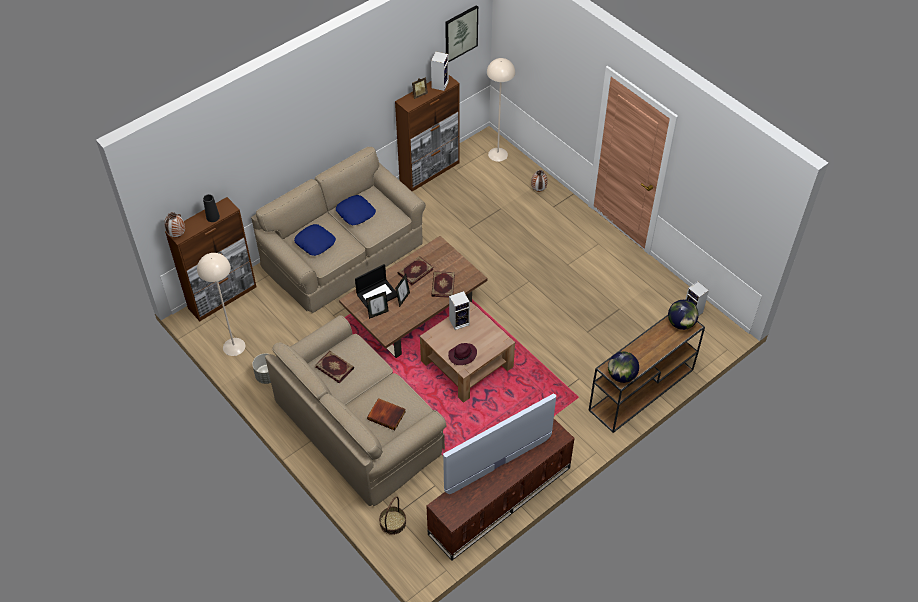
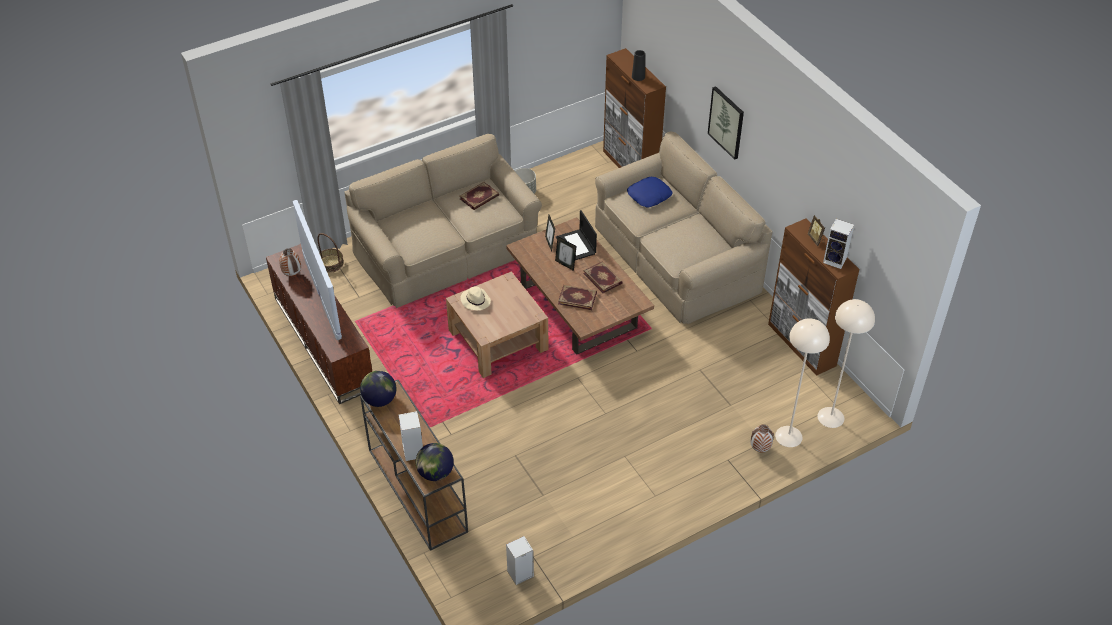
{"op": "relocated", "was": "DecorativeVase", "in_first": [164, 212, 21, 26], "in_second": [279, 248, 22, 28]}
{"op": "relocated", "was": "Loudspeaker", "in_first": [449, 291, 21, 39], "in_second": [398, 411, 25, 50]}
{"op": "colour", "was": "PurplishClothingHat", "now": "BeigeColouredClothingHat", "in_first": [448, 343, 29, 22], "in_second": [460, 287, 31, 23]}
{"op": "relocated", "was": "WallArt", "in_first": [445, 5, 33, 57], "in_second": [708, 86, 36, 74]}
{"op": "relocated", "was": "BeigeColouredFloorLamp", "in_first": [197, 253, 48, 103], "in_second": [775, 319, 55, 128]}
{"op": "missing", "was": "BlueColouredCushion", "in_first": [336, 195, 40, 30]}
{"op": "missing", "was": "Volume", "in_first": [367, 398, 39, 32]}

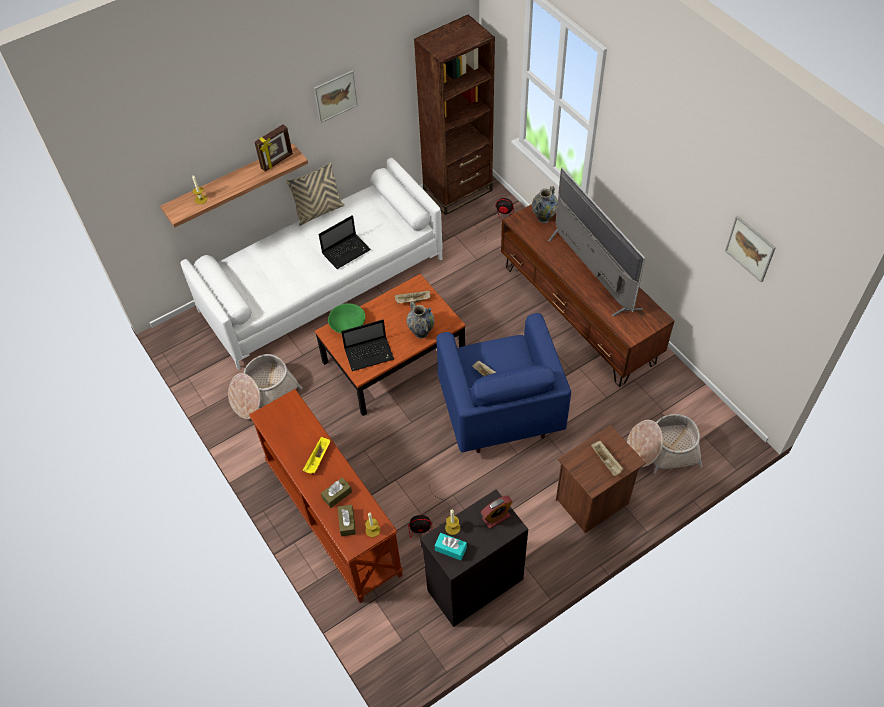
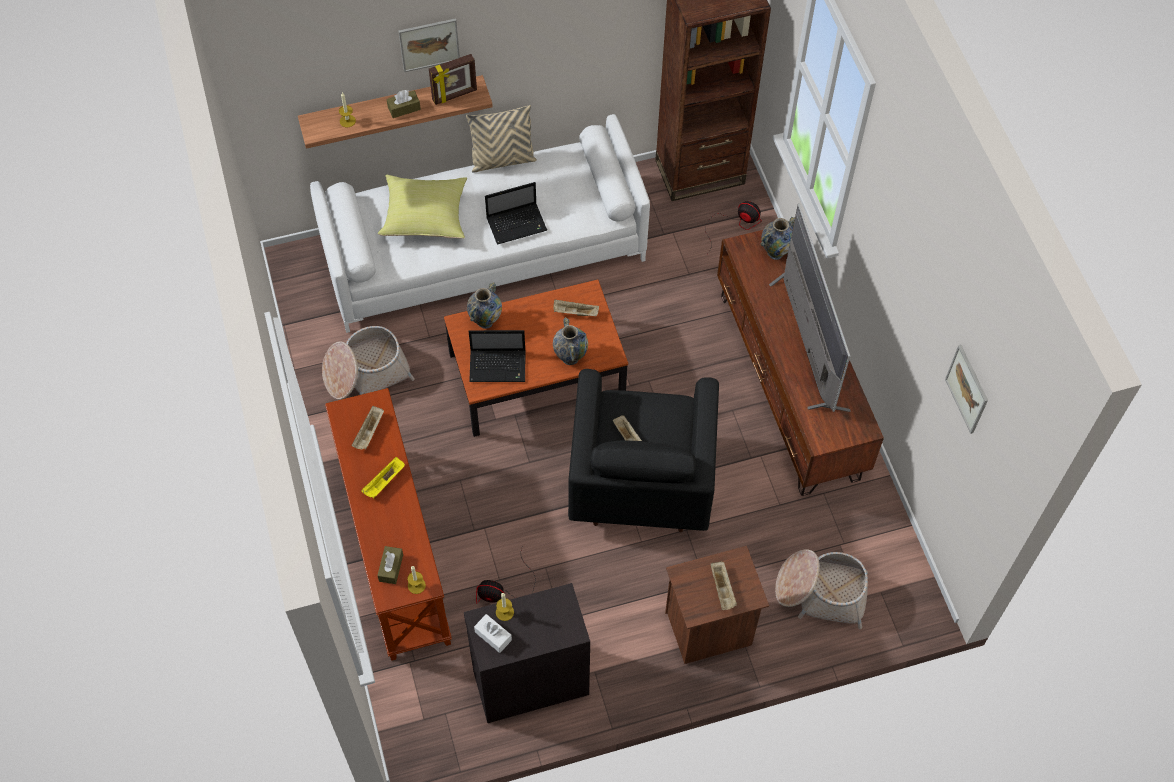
{"op": "appeared", "now": "BeigeColouredTray", "in_second": [352, 406, 32, 43]}
{"op": "appeared", "now": "YellowCushion", "in_second": [378, 175, 89, 64]}
{"op": "relocated", "was": "BrownTissueHolder", "in_first": [321, 477, 31, 31], "in_second": [387, 90, 34, 28]}
{"op": "relocated", "was": "WallArt", "in_first": [314, 70, 44, 53], "in_second": [399, 18, 61, 54]}
{"op": "exchanged", "was": "GreenBowl", "now": "DecorativeVase", "in_first": [328, 303, 37, 31], "in_second": [467, 282, 35, 47]}
{"op": "colour", "was": "TurquoiseColouredTissueHolder", "now": "WhitishTissueHolder", "in_first": [435, 533, 32, 27], "in_second": [474, 614, 38, 39]}
{"op": "colour", "was": "BlueColouredLoungeChair", "now": "BlackishLoungeChair", "in_first": [436, 313, 135, 140], "in_second": [568, 369, 151, 163]}
{"op": "missing", "was": "BedsideClock", "in_first": [481, 496, 32, 33]}

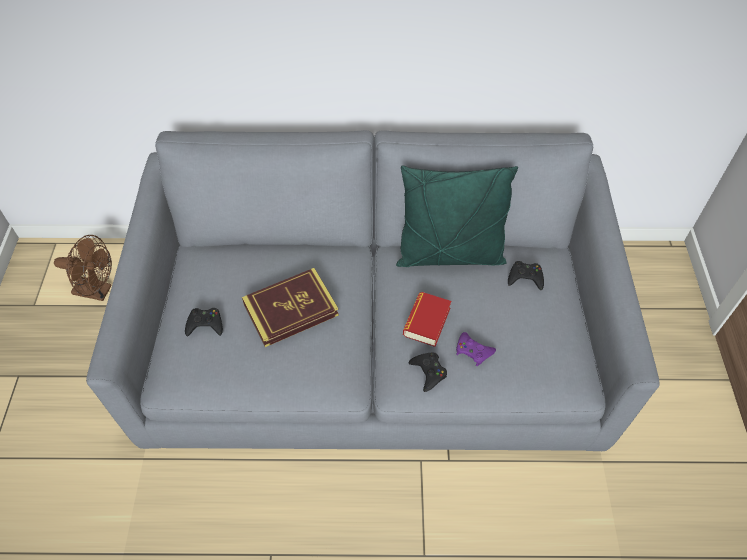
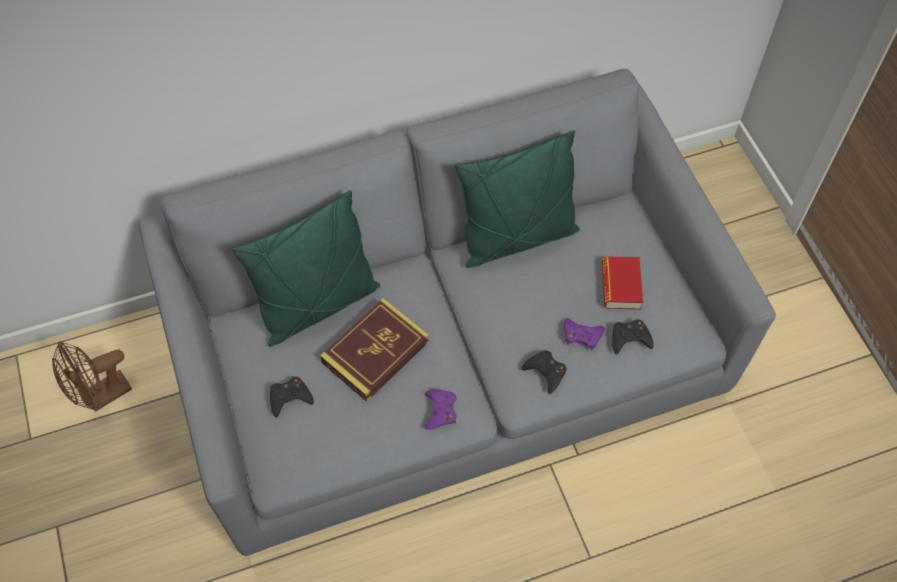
{"op": "spun", "was": "BrownFan", "in_first": [54, 235, 58, 66], "in_second": [52, 342, 80, 70], "clockwise": 150}
{"op": "appeared", "now": "GreenCushion", "in_second": [232, 190, 148, 157]}
{"op": "appeared", "now": "PurplishJoypad", "in_second": [424, 389, 33, 41]}
{"op": "relocated", "was": "Volume", "in_first": [403, 292, 48, 55], "in_second": [602, 256, 41, 53]}
{"op": "relocated", "was": "BlackishJoypad", "in_first": [508, 261, 36, 29], "in_second": [612, 319, 41, 35]}

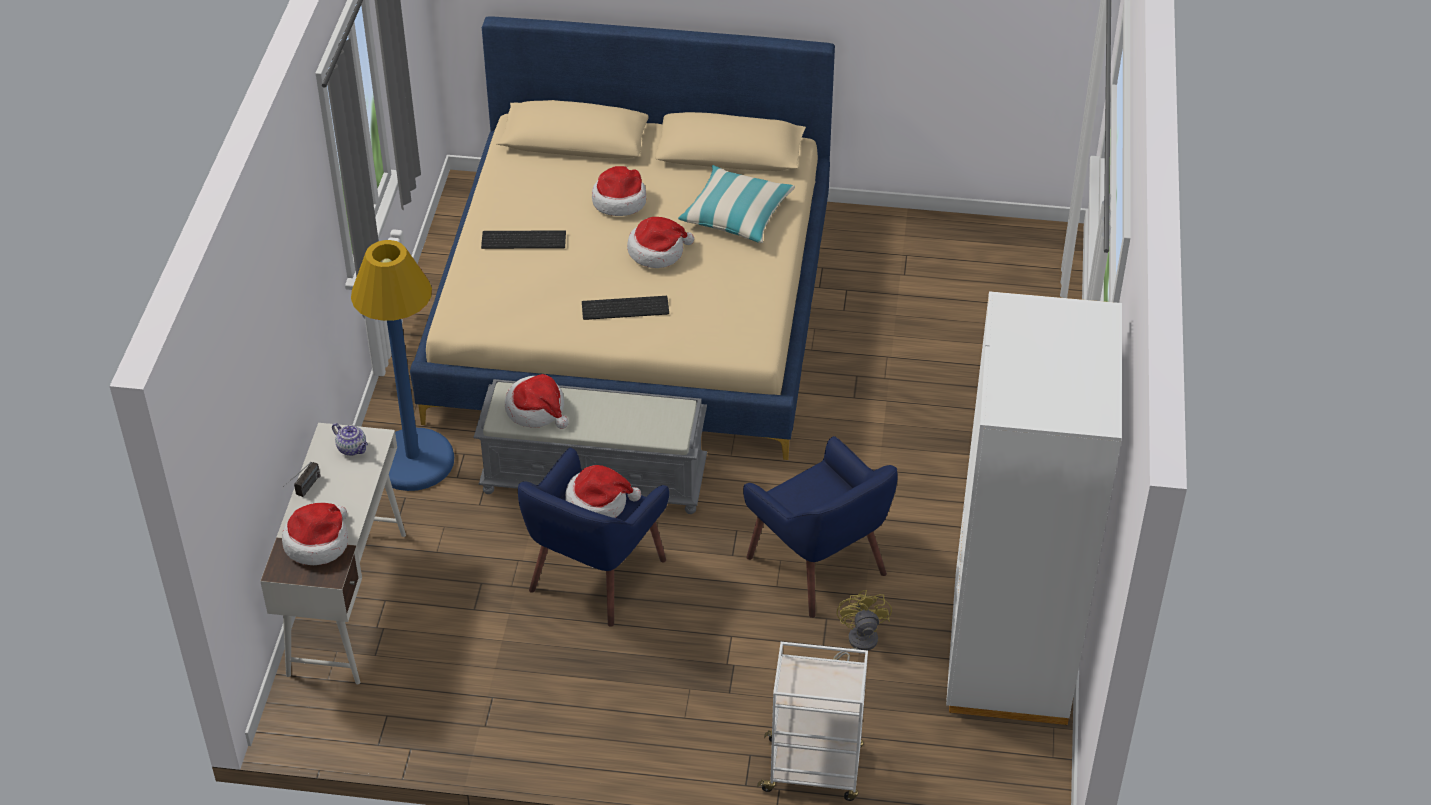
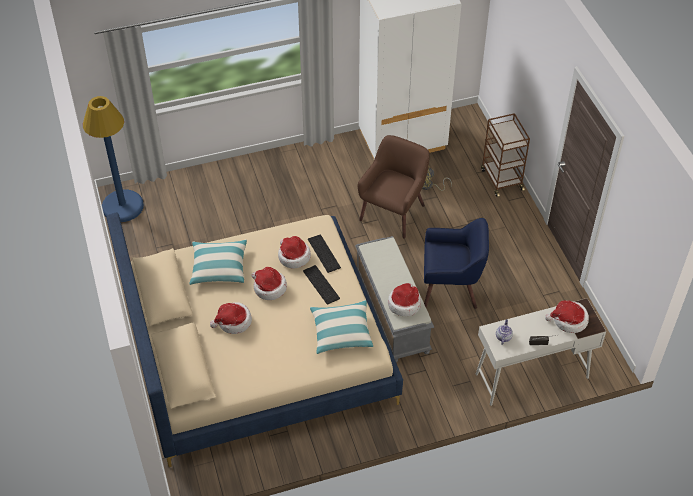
{"op": "relocated", "was": "BlueColouredFloorLamp", "in_first": [351, 240, 103, 251], "in_second": [83, 96, 61, 126]}
{"op": "relocated", "was": "ClothingHat", "in_first": [565, 465, 76, 53], "in_second": [278, 236, 33, 33]}
{"op": "relocated", "was": "PcKeyboard", "in_first": [481, 230, 85, 19], "in_second": [308, 234, 33, 39]}
{"op": "appeared", "now": "Cushion", "in_second": [310, 300, 63, 54]}
{"op": "colour", "was": "BlueColouredLoungeChair", "now": "BrownLoungeChair", "in_first": [743, 436, 155, 182], "in_second": [358, 135, 72, 104]}
{"op": "colour", "was": "WhitishWheeledCart", "now": "BrownWheeledCart", "in_first": [757, 642, 111, 159], "in_second": [481, 113, 49, 84]}

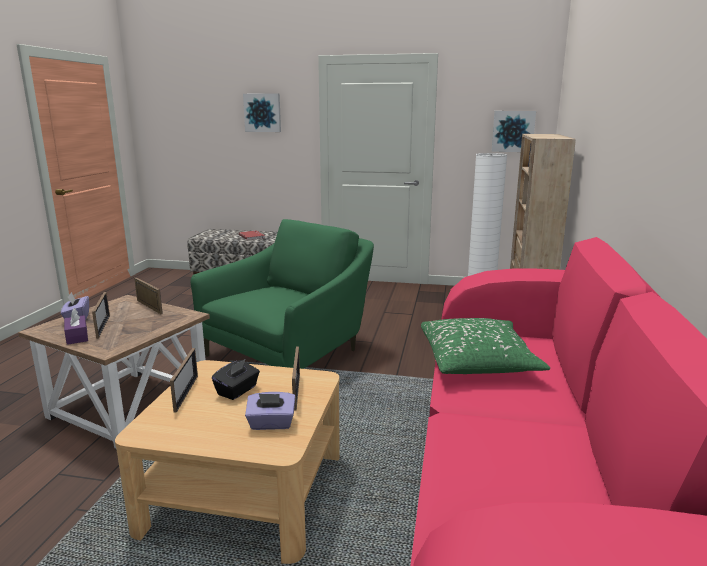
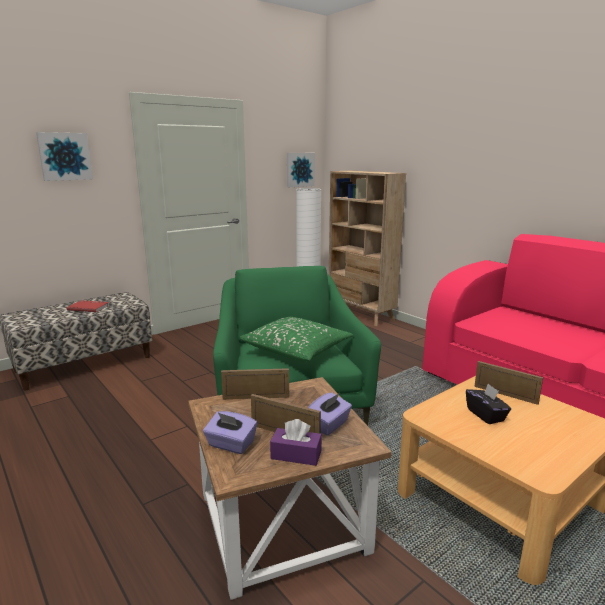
{"op": "relocated", "was": "GreenCushion", "in_first": [421, 318, 129, 56], "in_second": [240, 317, 113, 45]}
{"op": "relocated", "was": "PurplishTissueHolder", "in_first": [245, 392, 50, 38], "in_second": [308, 392, 44, 44]}
{"op": "missing", "was": "StandingFrame", "in_first": [170, 348, 28, 65]}

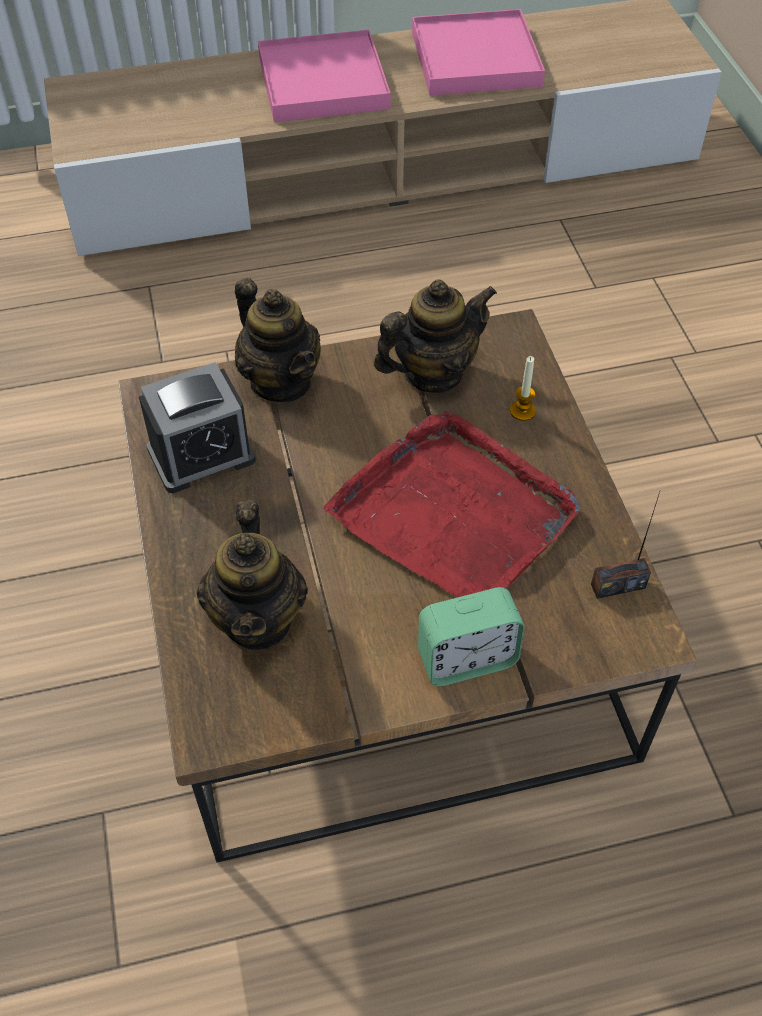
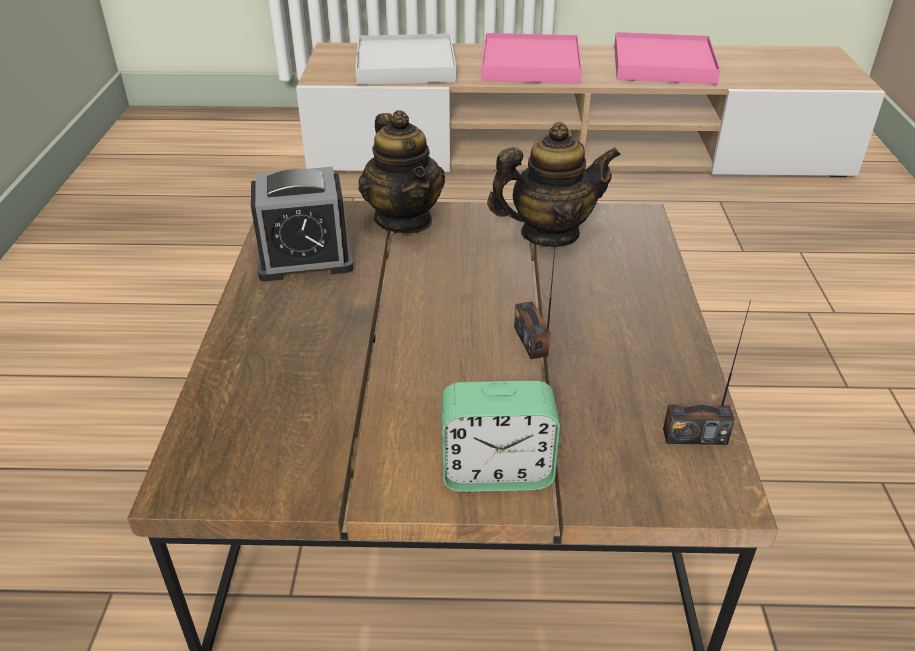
{"op": "appeared", "now": "WhitishTray", "in_second": [355, 34, 101, 51]}
{"op": "exchanged", "was": "RedTray", "now": "Radio", "in_first": [324, 411, 256, 187], "in_second": [514, 228, 43, 131]}
{"op": "missing", "was": "PotForTea", "in_first": [197, 500, 111, 150]}
{"op": "missing", "was": "Candle", "in_first": [510, 356, 26, 65]}

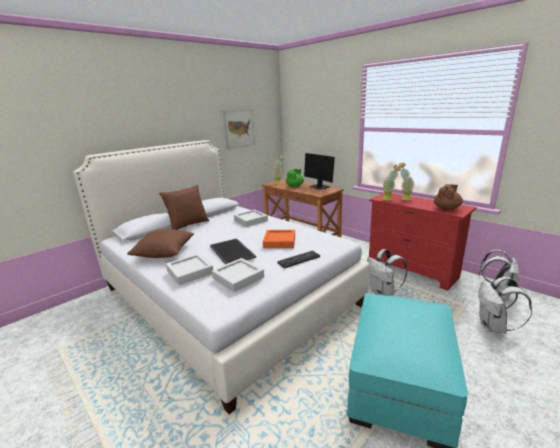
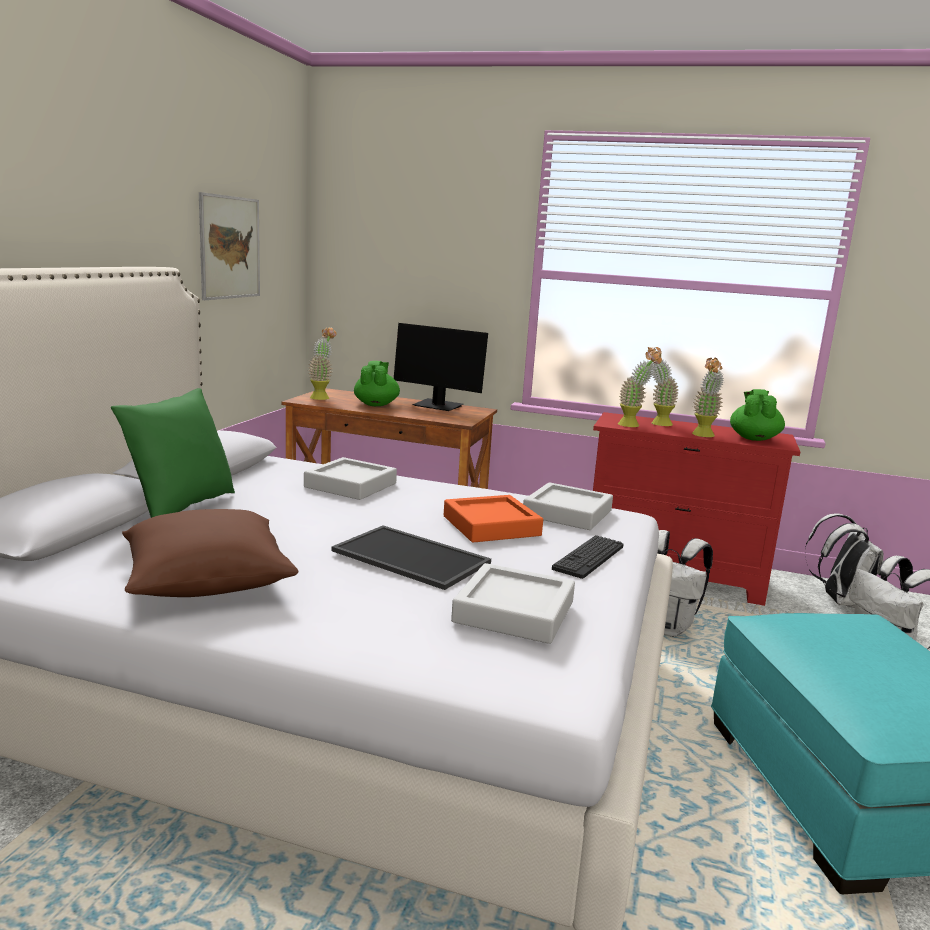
{"op": "colour", "was": "BrownCushion", "now": "GreenCushion", "in_first": [159, 185, 50, 45], "in_second": [111, 388, 124, 130]}
{"op": "relocated", "was": "GreyishTray", "in_first": [166, 254, 47, 31], "in_second": [523, 482, 90, 48]}
{"op": "appeared", "now": "Houseplant", "in_second": [692, 358, 32, 79]}
{"op": "colour", "was": "BrownPotForTea", "now": "GreenPotForTea", "in_first": [434, 184, 29, 26], "in_second": [730, 389, 55, 52]}

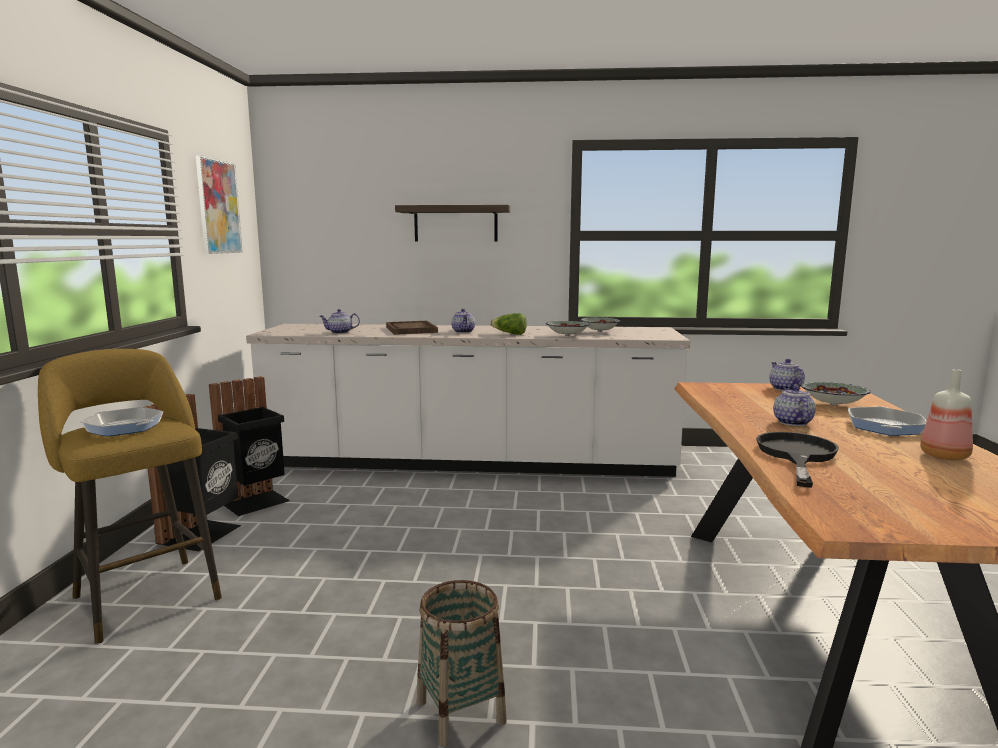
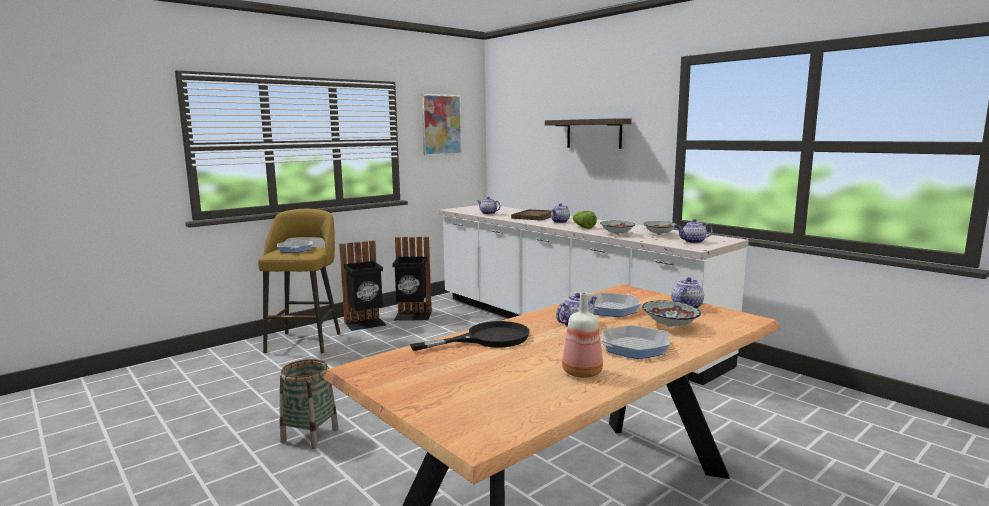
{"op": "appeared", "now": "Skillet", "in_second": [588, 293, 53, 24]}
{"op": "appeared", "now": "PotForTea", "in_second": [676, 219, 37, 24]}

